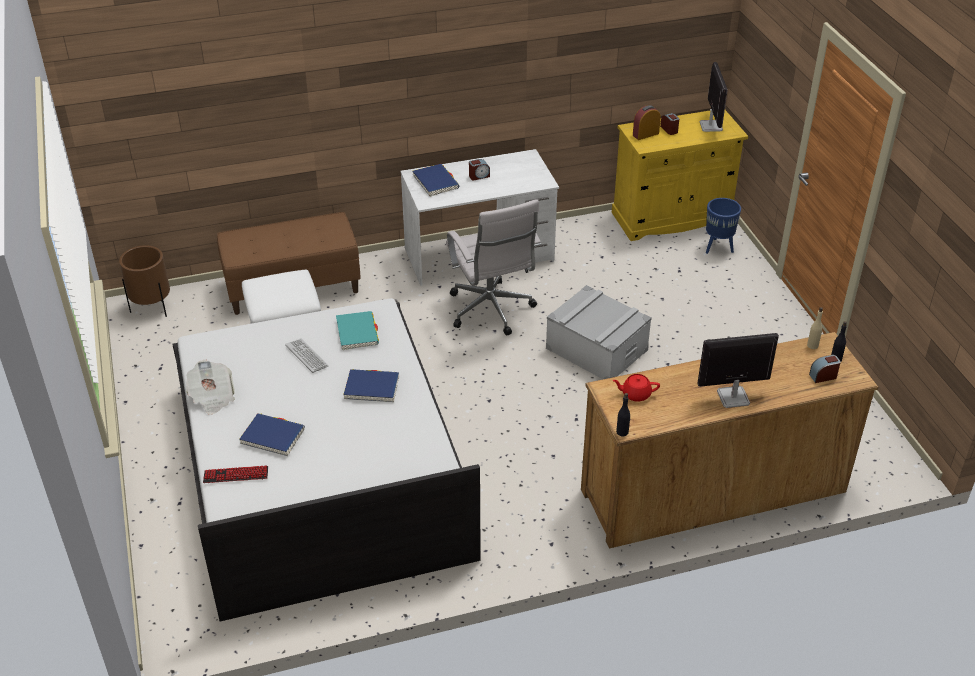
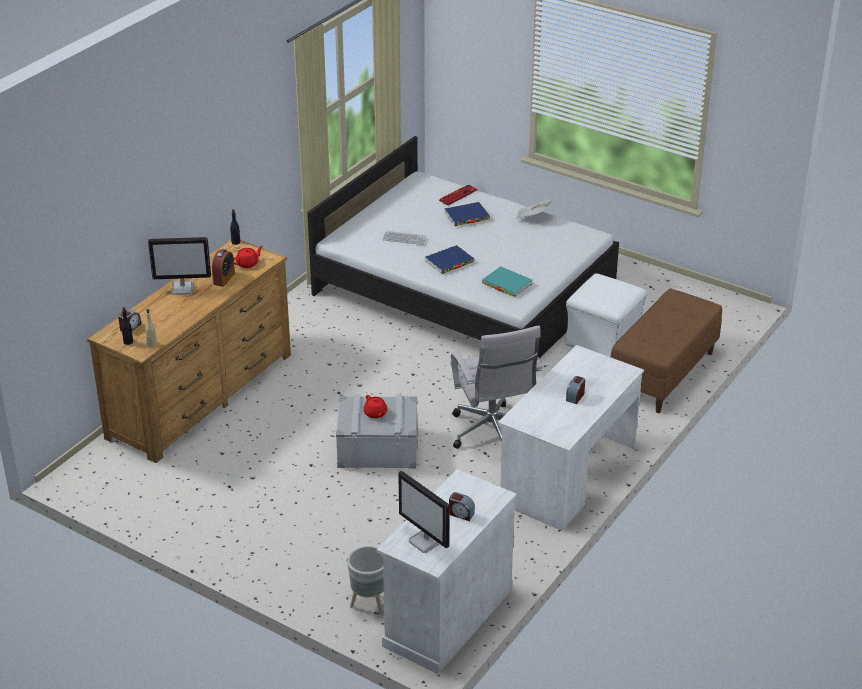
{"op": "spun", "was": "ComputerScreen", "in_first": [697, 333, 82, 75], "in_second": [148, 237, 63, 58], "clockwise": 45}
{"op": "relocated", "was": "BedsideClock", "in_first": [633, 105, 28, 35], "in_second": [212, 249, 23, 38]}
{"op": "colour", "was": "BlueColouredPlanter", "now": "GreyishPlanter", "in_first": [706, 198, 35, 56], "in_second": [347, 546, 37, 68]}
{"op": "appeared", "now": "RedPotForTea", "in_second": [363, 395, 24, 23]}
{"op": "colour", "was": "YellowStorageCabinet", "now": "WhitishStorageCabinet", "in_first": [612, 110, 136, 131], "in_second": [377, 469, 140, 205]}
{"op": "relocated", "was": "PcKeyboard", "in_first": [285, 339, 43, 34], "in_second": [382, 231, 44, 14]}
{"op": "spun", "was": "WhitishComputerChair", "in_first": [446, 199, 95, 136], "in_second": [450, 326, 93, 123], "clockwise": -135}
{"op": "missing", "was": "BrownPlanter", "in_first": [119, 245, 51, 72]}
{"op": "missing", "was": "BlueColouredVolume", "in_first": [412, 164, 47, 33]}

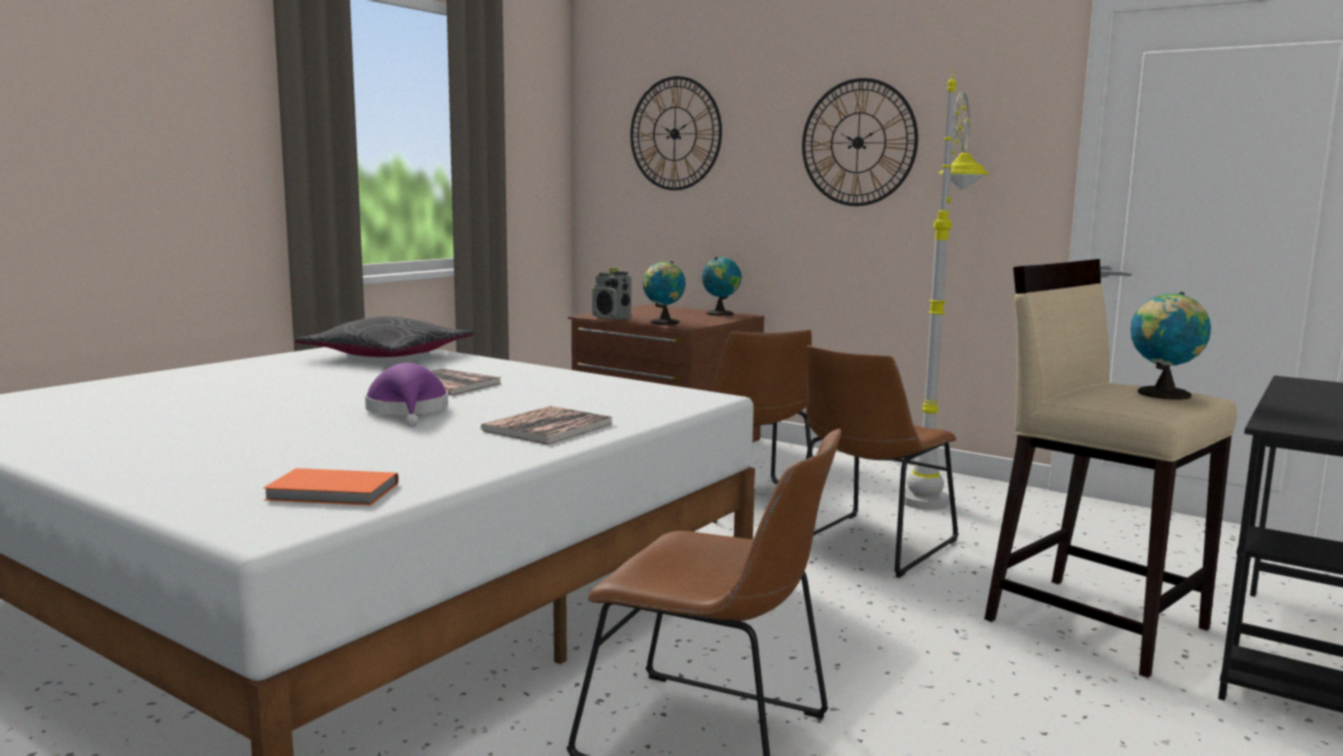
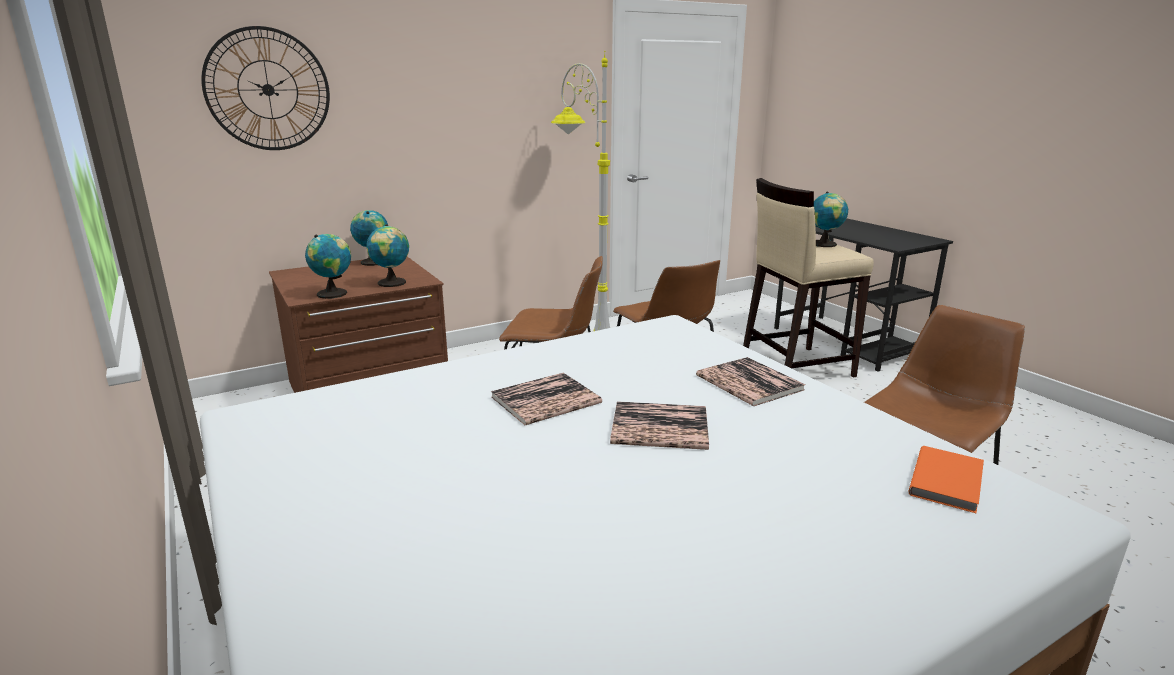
{"op": "exchanged", "was": "Radio", "now": "DeskGlobe", "in_first": [592, 267, 39, 53], "in_second": [305, 234, 46, 65]}
{"op": "exchanged", "was": "PurplishClothingHat", "now": "Volume", "in_first": [365, 363, 83, 64], "in_second": [610, 401, 99, 49]}
{"op": "missing", "was": "GreyishCushion", "in_first": [294, 316, 180, 41]}
{"op": "missing", "was": "ClockOnTheWall", "in_first": [802, 78, 116, 128]}

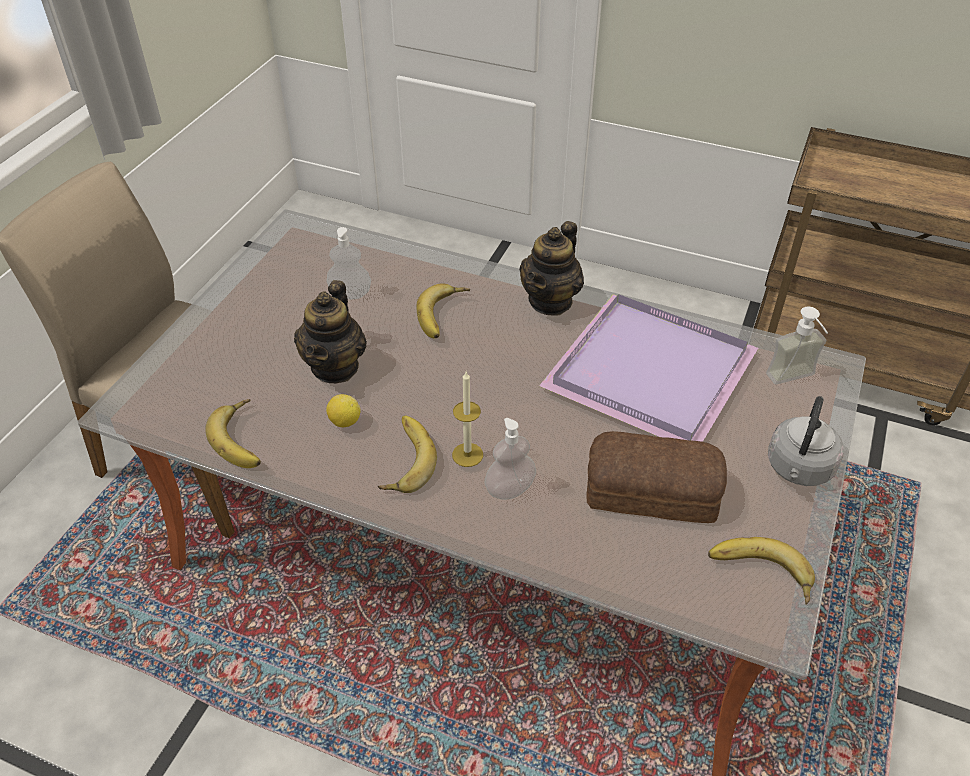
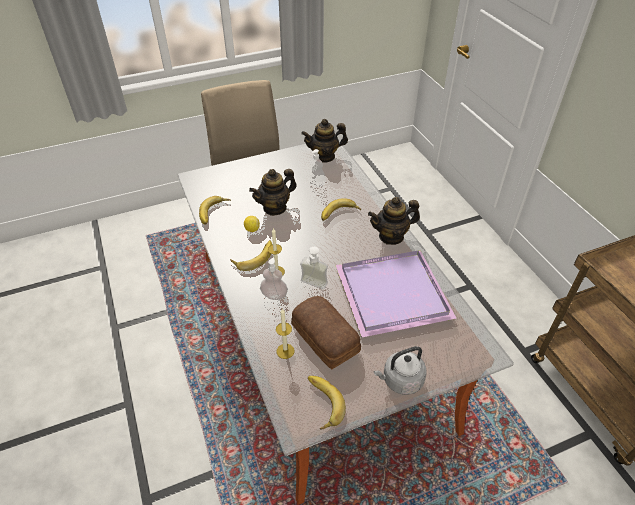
{"op": "appeared", "now": "Candle", "in_second": [276, 309, 18, 50]}
{"op": "relocated", "was": "SoapBottle", "in_first": [766, 307, 62, 77], "in_second": [300, 247, 28, 43]}
{"op": "appeared", "now": "PotForTea", "in_second": [301, 119, 47, 44]}

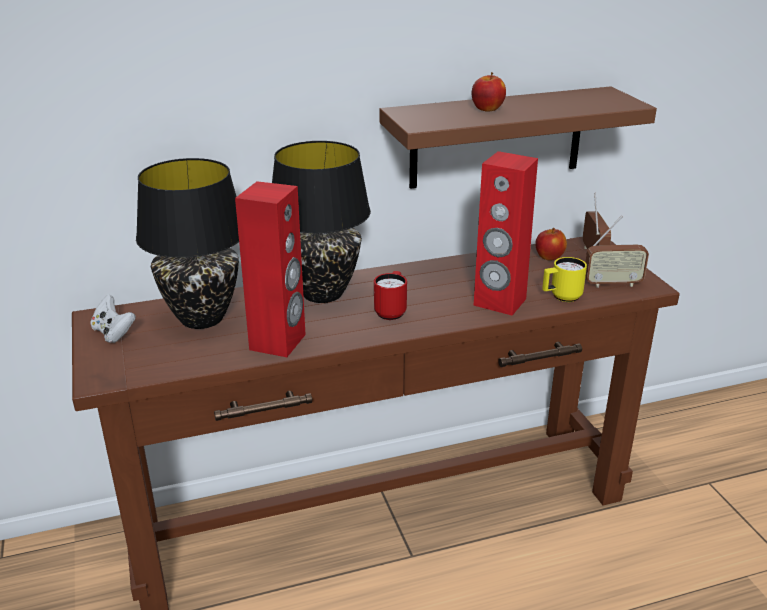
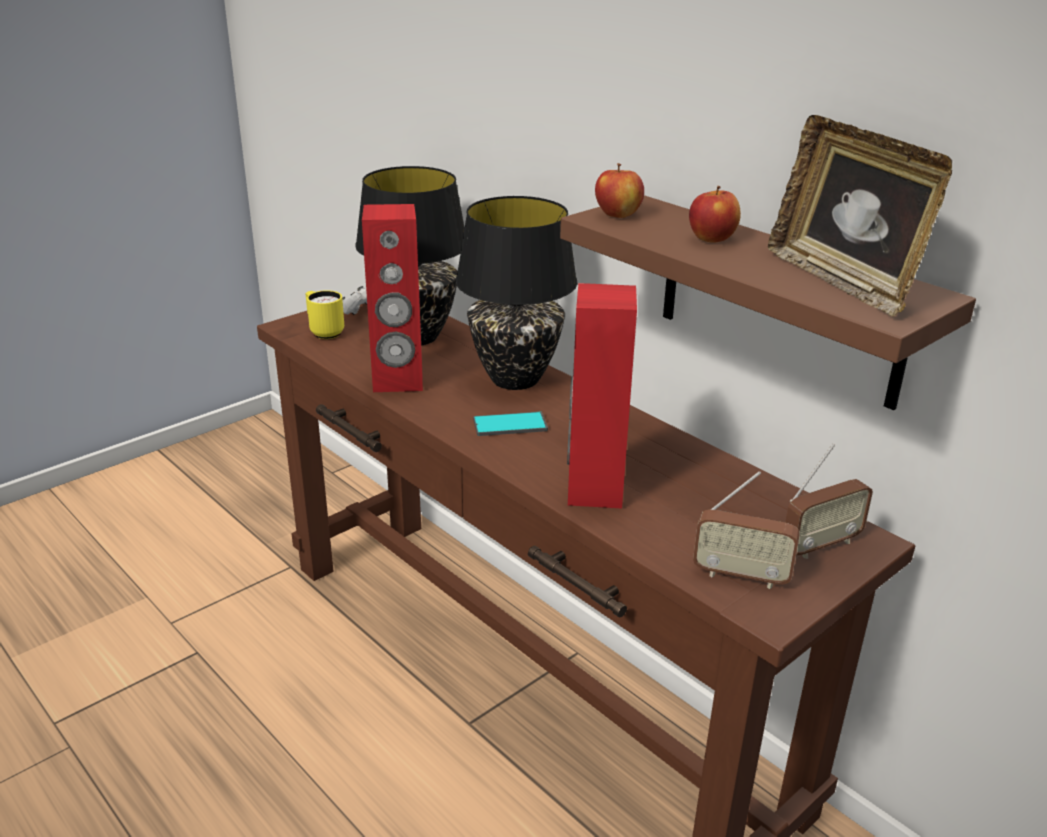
{"op": "relocated", "was": "YellowMug", "in_first": [542, 257, 45, 45], "in_second": [306, 290, 38, 49]}
{"op": "exchanged", "was": "RedMug", "now": "Phone", "in_first": [374, 271, 33, 49], "in_second": [473, 412, 75, 24]}
{"op": "relocated", "was": "WholeApple", "in_first": [535, 228, 32, 33], "in_second": [595, 163, 49, 55]}
{"op": "spun", "was": "Radio", "in_first": [585, 216, 64, 72], "in_second": [693, 471, 107, 118], "clockwise": -45}
{"op": "appeared", "now": "StandingFrame", "in_second": [768, 115, 184, 202]}

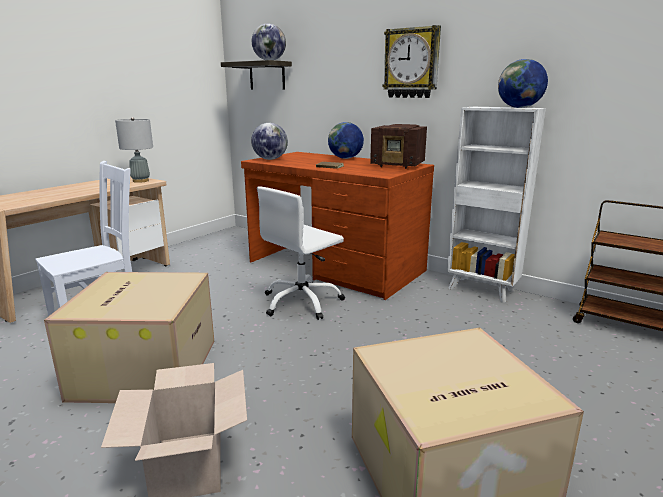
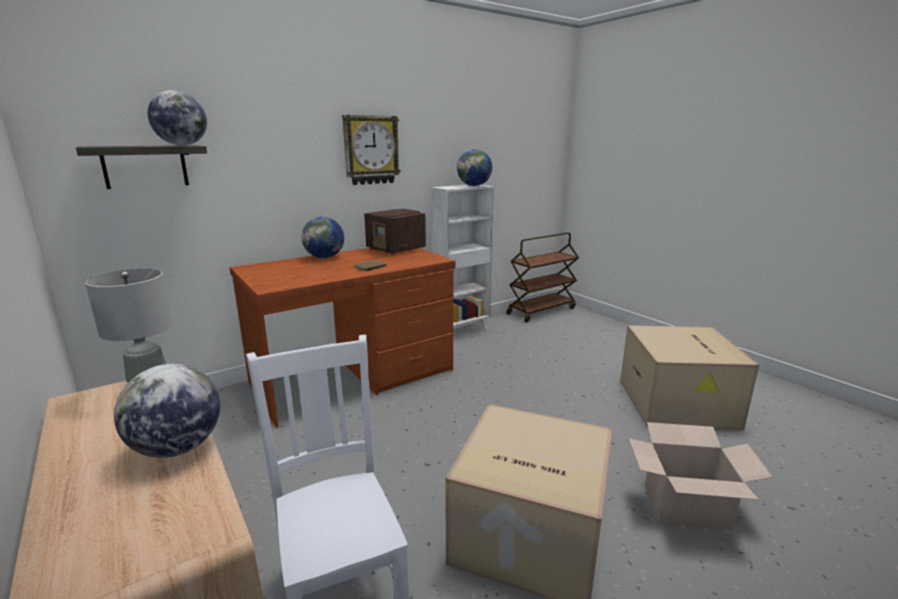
{"op": "relocated", "was": "DeskGlobe", "in_first": [251, 123, 37, 37], "in_second": [114, 364, 106, 94]}
{"op": "spun", "was": "Radio", "in_first": [370, 124, 57, 45], "in_second": [364, 209, 62, 46], "clockwise": 90}
{"op": "missing", "was": "WhitishComputerChair", "in_first": [257, 186, 88, 134]}

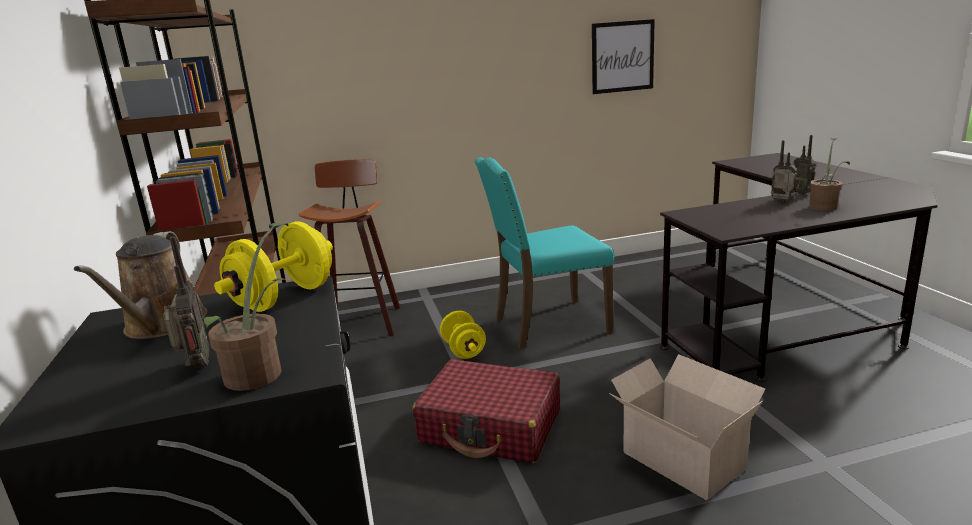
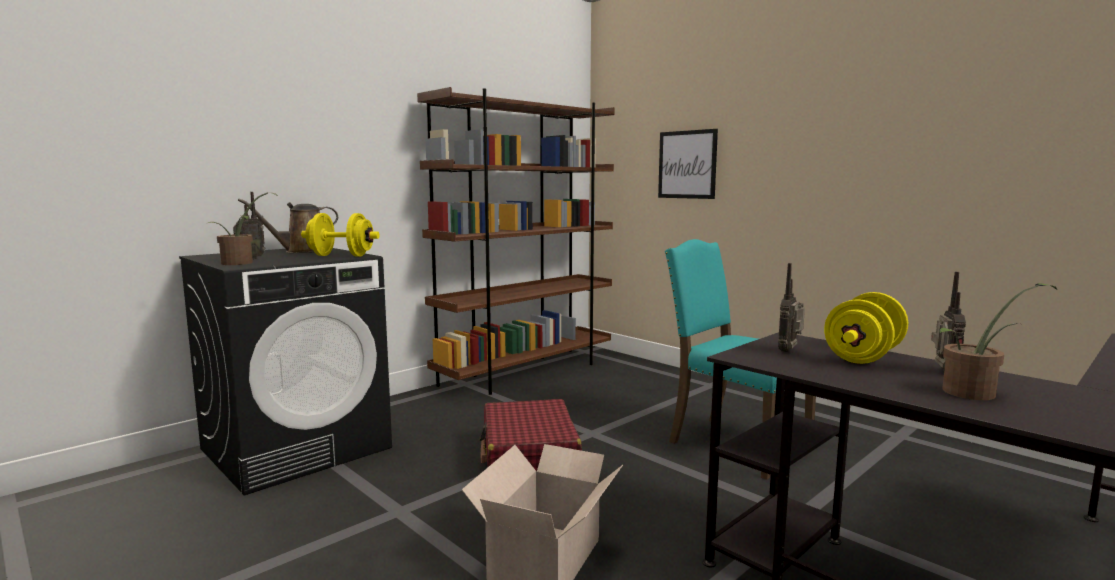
{"op": "relocated", "was": "WallArt", "in_first": [592, 19, 63, 75], "in_second": [658, 129, 60, 70]}
{"op": "relocated", "was": "Radio", "in_first": [793, 135, 23, 59], "in_second": [778, 263, 27, 89]}
{"op": "relocated", "was": "YellowDumbbell", "in_first": [440, 311, 46, 48], "in_second": [824, 292, 84, 72]}
{"op": "missing", "was": "StoolSeat", "in_first": [299, 159, 101, 177]}

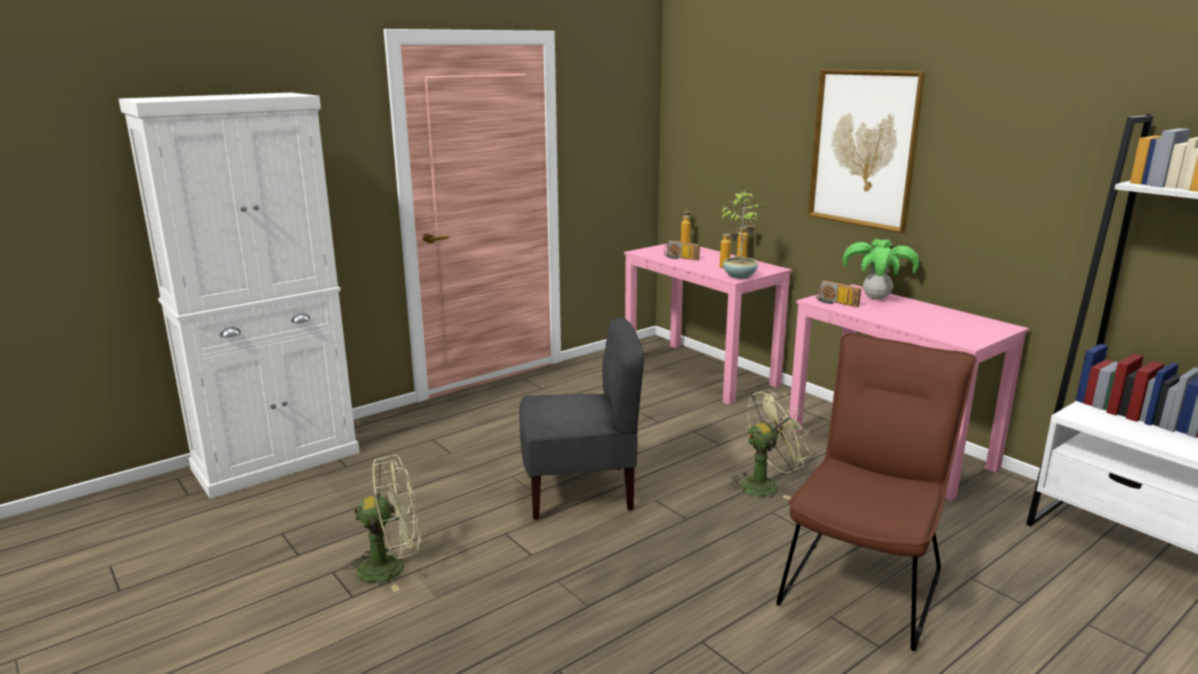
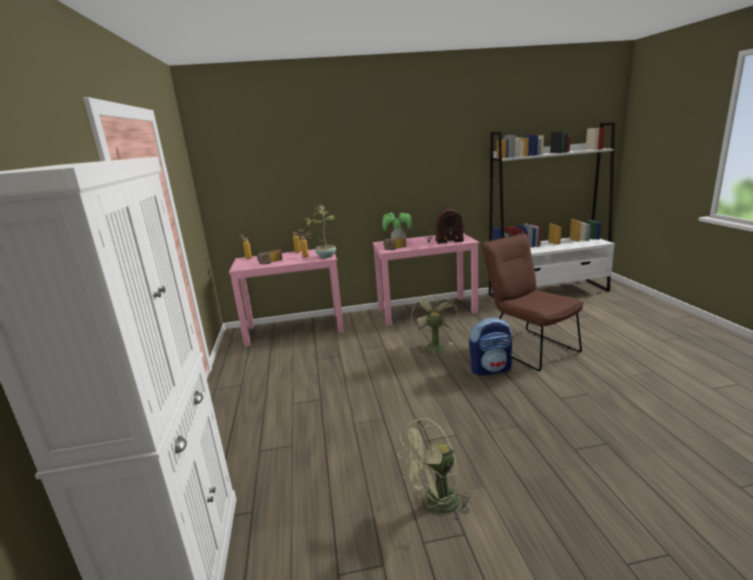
{"op": "spun", "was": "GreenFan", "in_first": [344, 455, 77, 137], "in_second": [398, 418, 73, 105], "clockwise": -135}
{"op": "appeared", "now": "Radio", "in_second": [425, 208, 39, 35]}
{"op": "appeared", "now": "Knapsack", "in_second": [469, 317, 43, 59]}
{"op": "missing", "was": "GreyishChair", "in_first": [519, 318, 125, 202]}
{"op": "missing", "was": "WallArt", "in_first": [808, 69, 118, 164]}

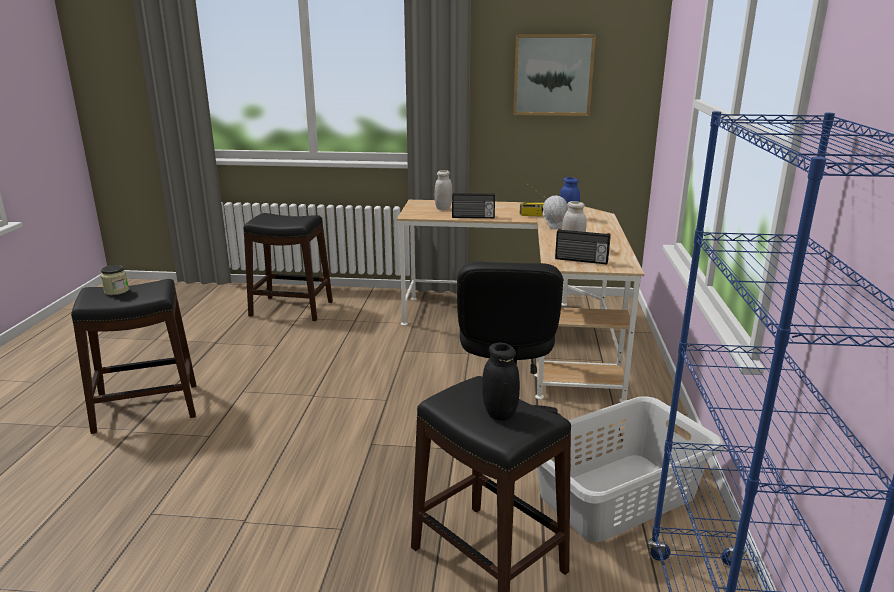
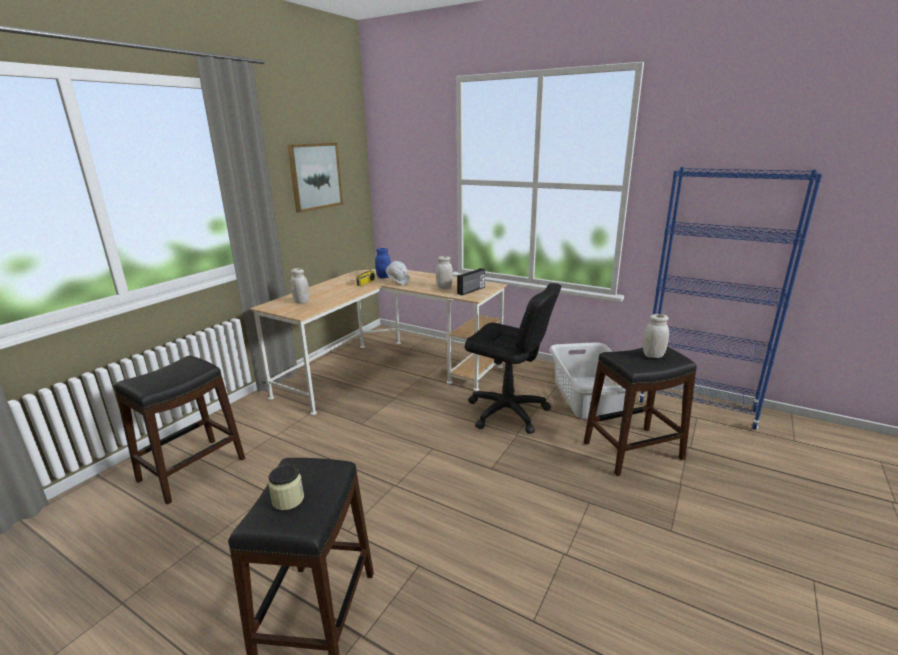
{"op": "colour", "was": "BlackishPreserveJar", "now": "WhitishPreserveJar", "in_first": [482, 343, 38, 77], "in_second": [643, 314, 26, 44]}
{"op": "missing", "was": "Radio", "in_first": [452, 193, 43, 25]}

